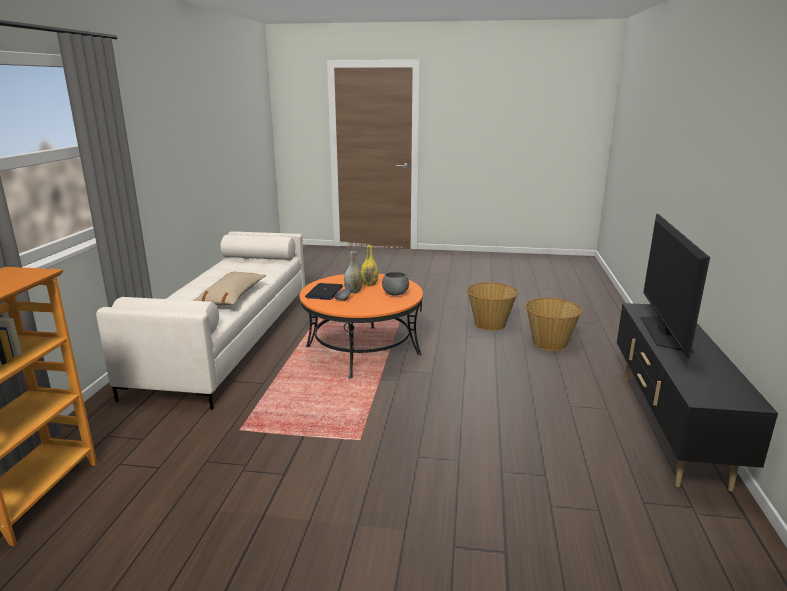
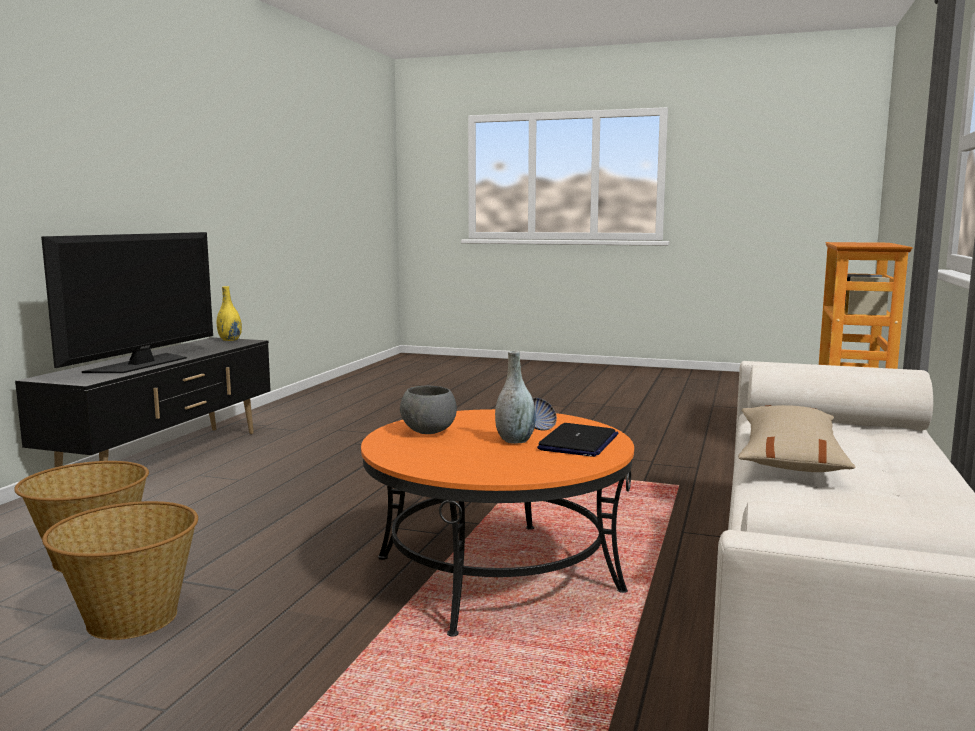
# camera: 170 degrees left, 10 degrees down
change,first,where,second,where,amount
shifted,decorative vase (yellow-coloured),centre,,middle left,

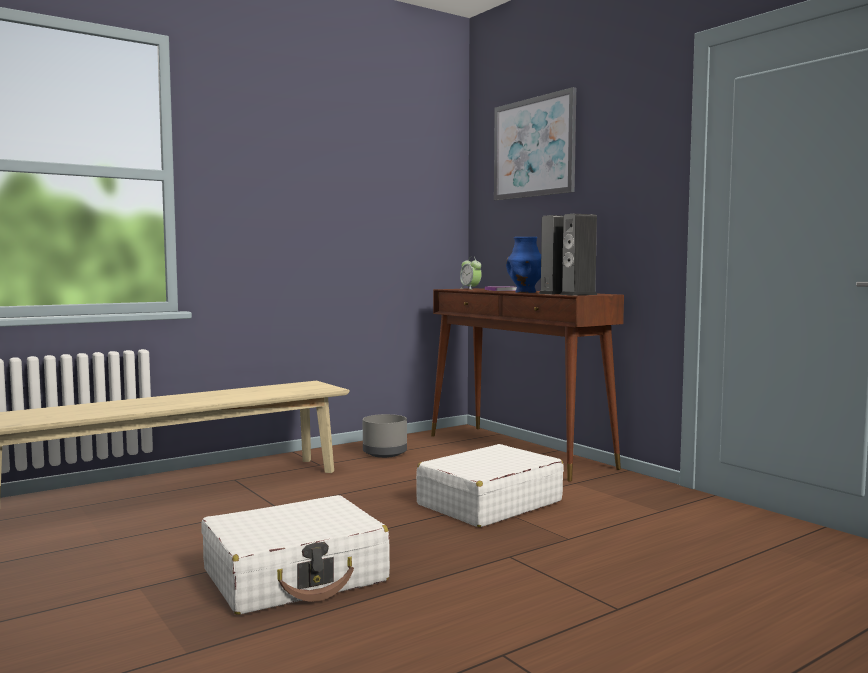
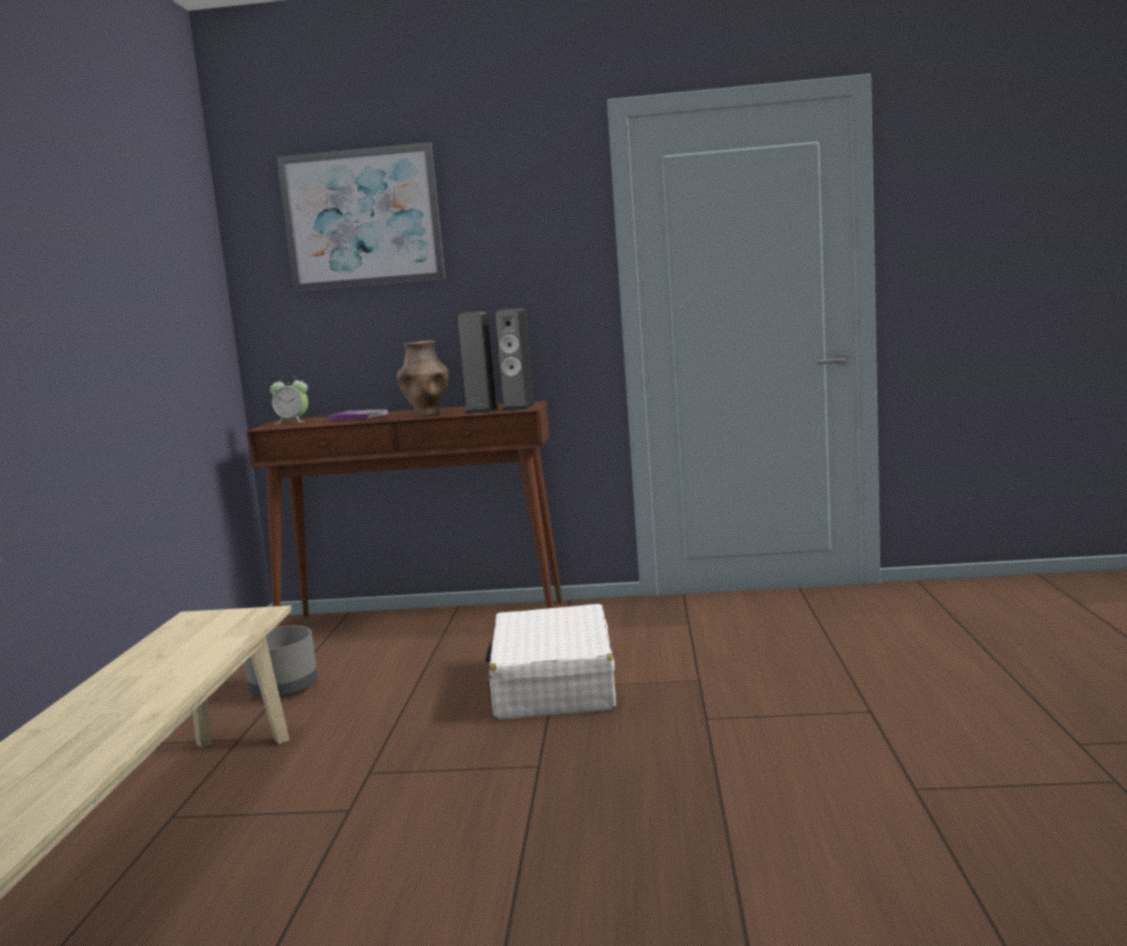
# camera: 50 degrees left, 5 degrees up
change,first,where,second,where,amount
gone,piece of luggage (white) (no. 1 from left),bottom centre,,,
repainted,decorative vase (blue-coloured),centre,decorative vase (brownish),centre,

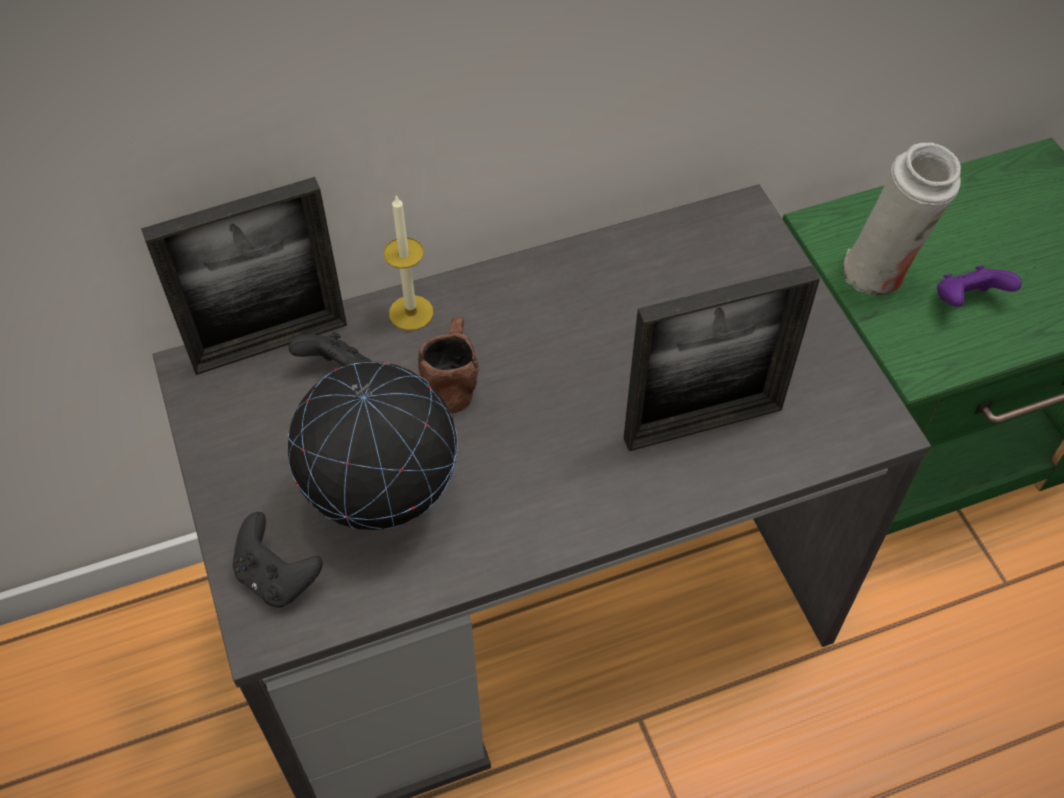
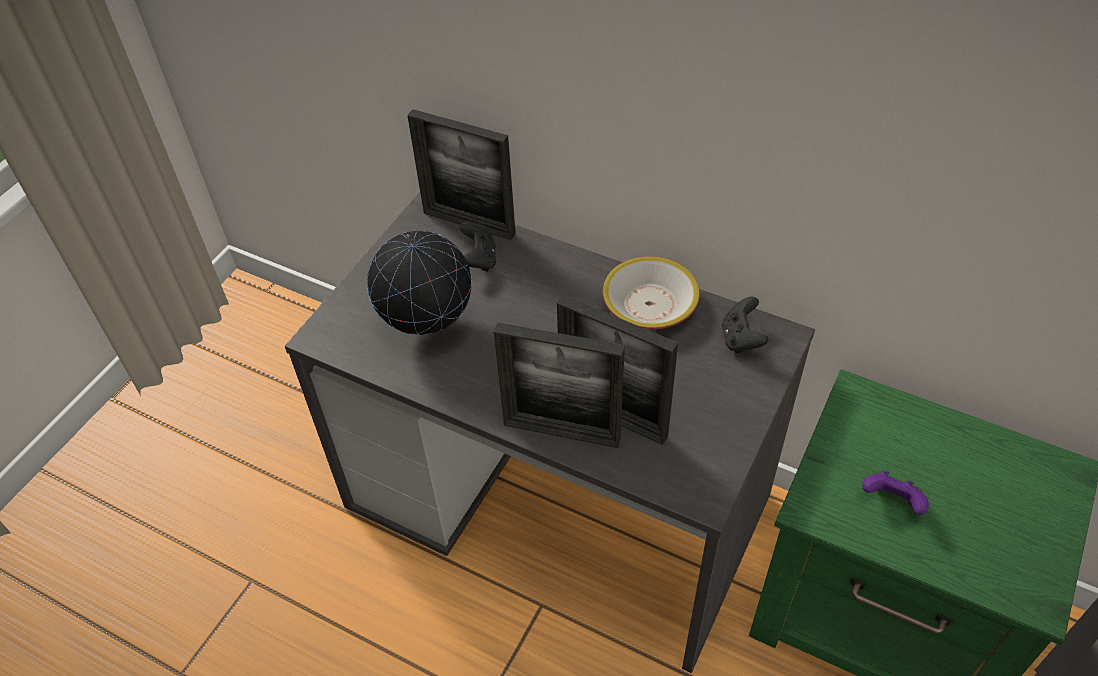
# camera: 50 degrees right, 5 degrees down
change,first,where,second,where,amount
shifted,gamepad (blackish) (no. 1 from left in the first image),bottom left,gamepad (blackish) (no. 2 from left),middle right,
gone,wax candle,top centre,,,
gone,mug (brownish),centre,,,
gone,decorative vase (white),top right,,,
new,,,picture frame (no. 2 from left),centre,
new,,,serving bowl,centre,

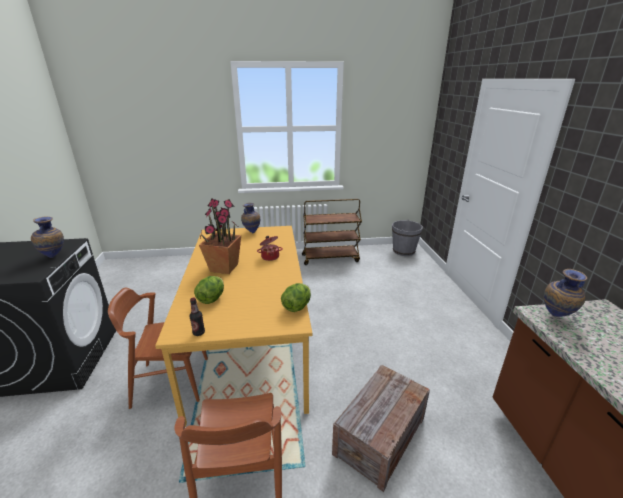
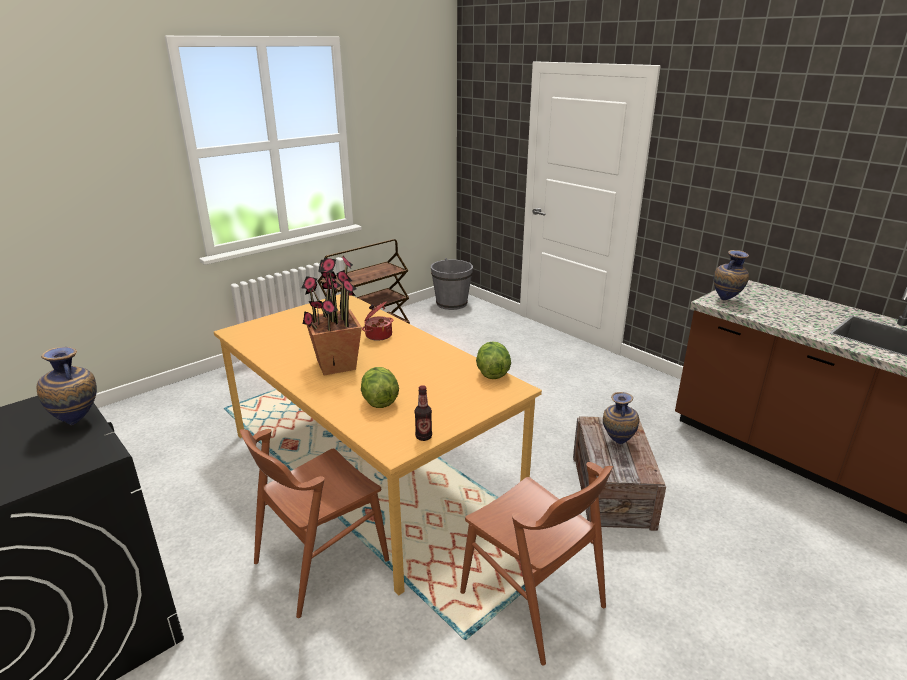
# camera: 35 degrees left, 0 degrees up
change,first,where,second,where,amount
shifted,decorative vase (no. 2 from left),centre,,middle right,

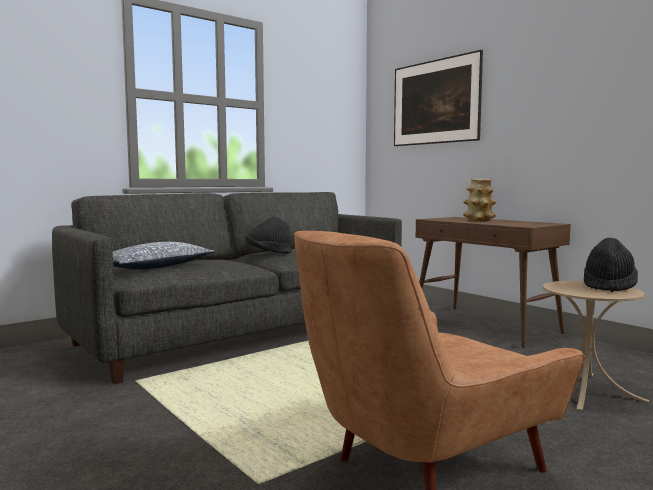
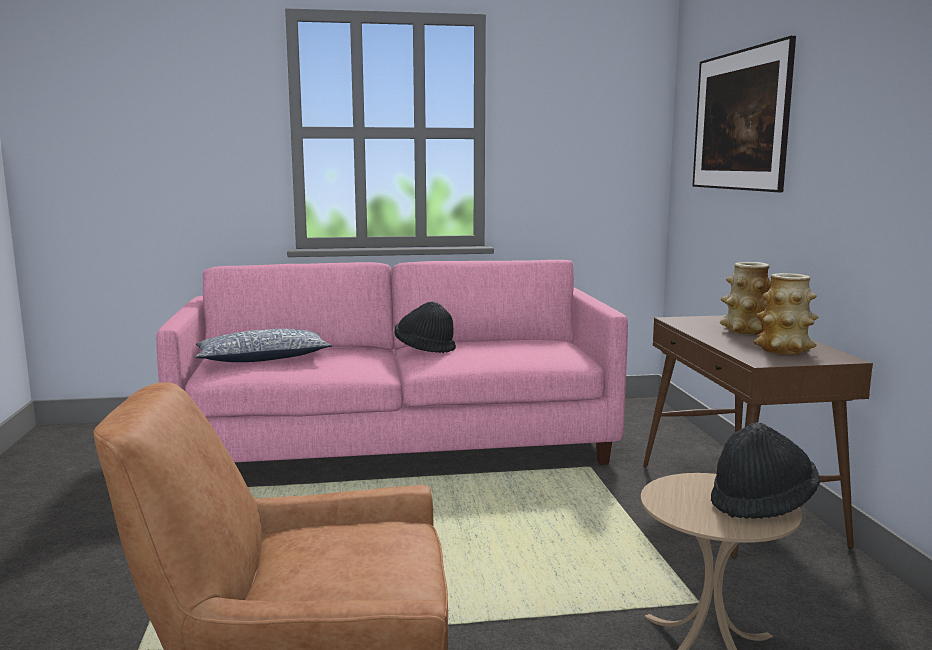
# camera: 30 degrees right, 5 degrees up
change,first,where,second,where,amount
repainted,sofa (grey),centre,sofa (pink-coloured),centre,
new,,,decorative vase (no. 2 from left),middle right,

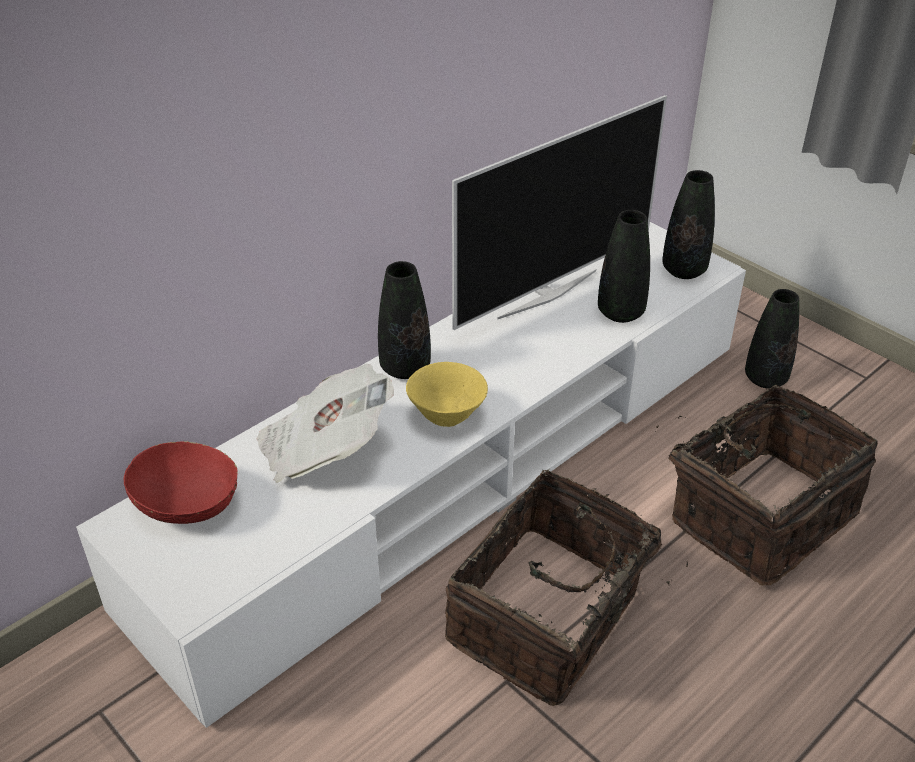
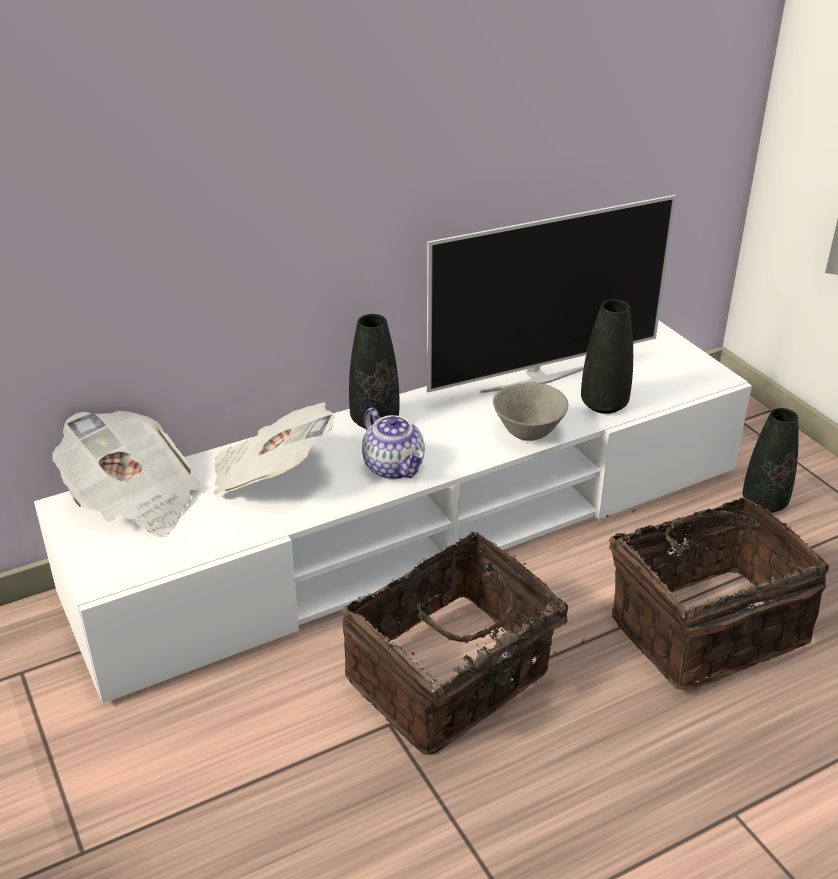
# camera: 15 degrees right, 5 degrees down
change,first,where,second,where,amount
swapped,serving bowl (reddish),middle left,printed paper (no. 1 from left),middle left,
swapped,serving bowl (yellow-coloured),centre,pot for tea,centre,
gone,decorative vase (blackish) (no. 3 from left),top right,,,
new,,,serving bowl (grey),centre,

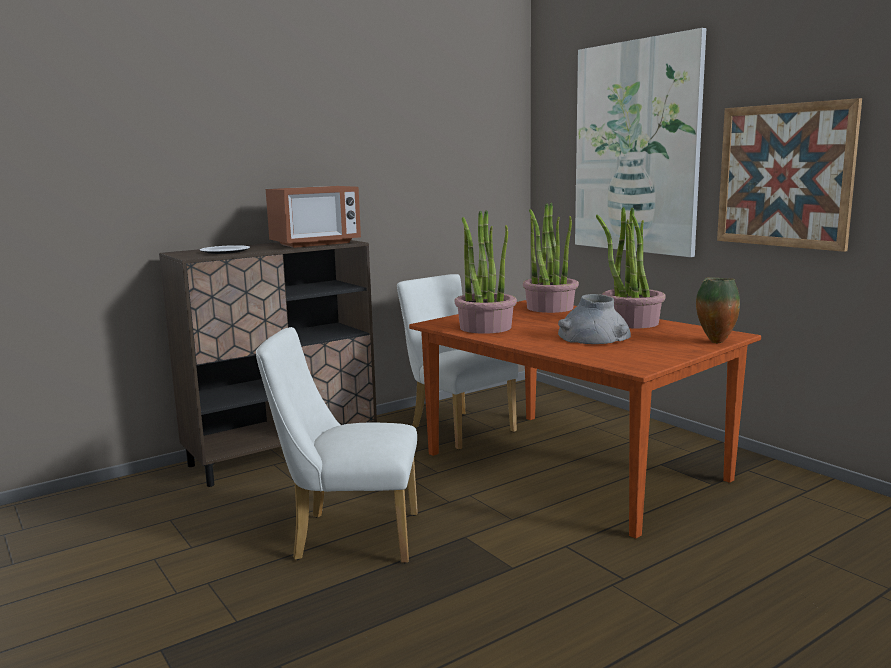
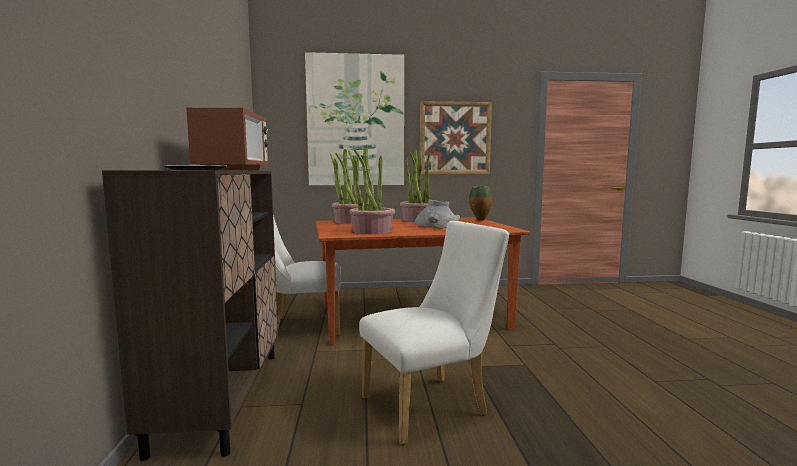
# camera: 60 degrees left, 5 degrees down
change,first,where,second,where,amount
rotated,chair (white) (no. 1 from left in the first image),centre,chair (white) (no. 2 from left),bottom centre,150 degrees counterclockwise

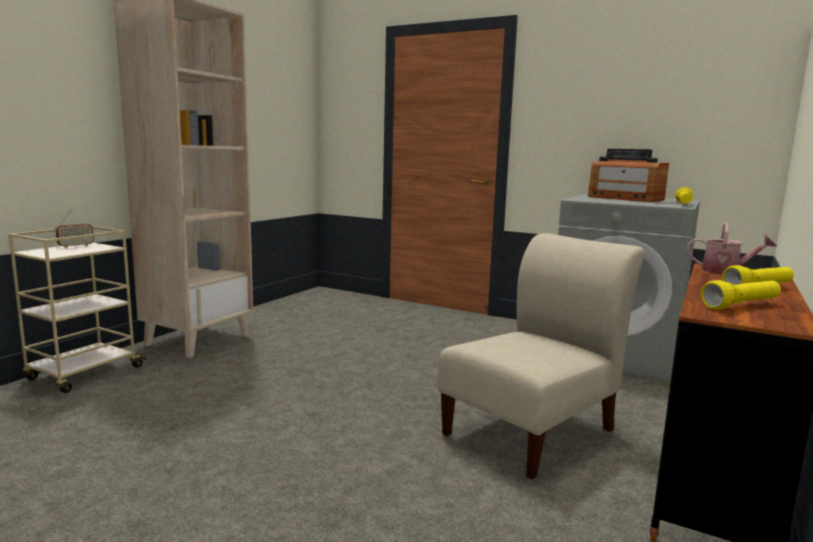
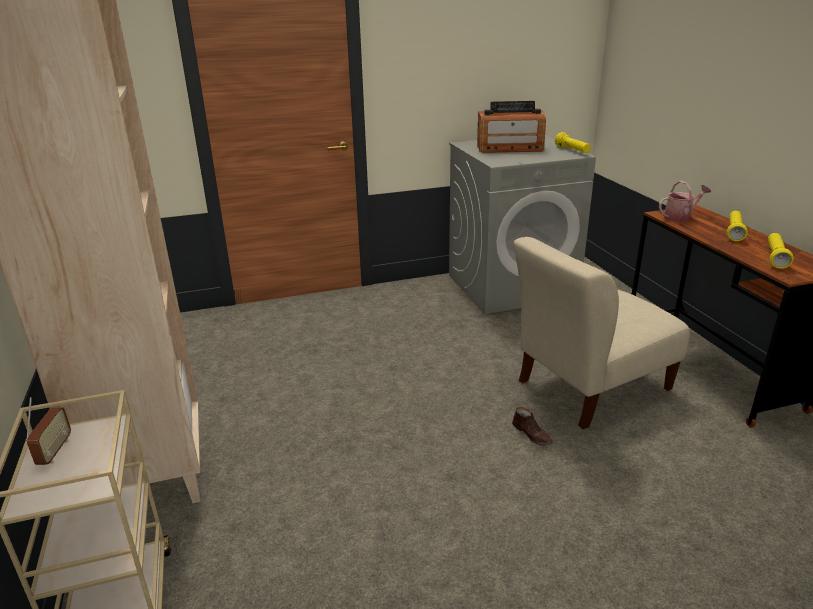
# camera: 45 degrees left, 15 degrees up
change,first,where,second,where,amount
rotated,chair (beige),centre,,middle right,120 degrees counterclockwise
new,,,item of footwear (brownish),bottom centre,

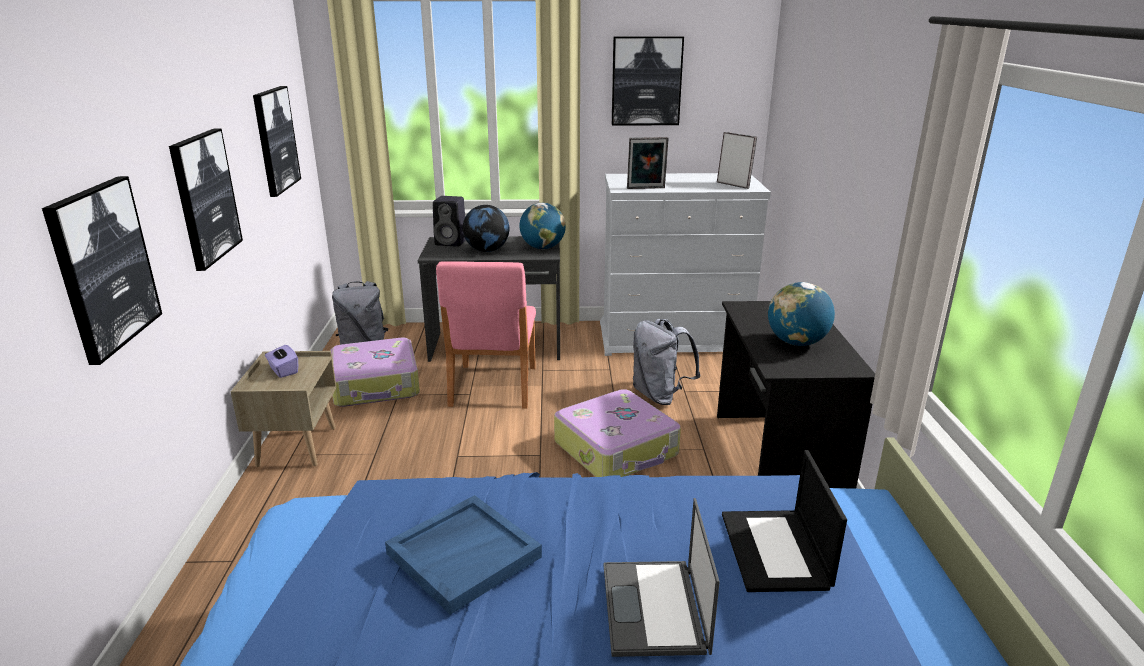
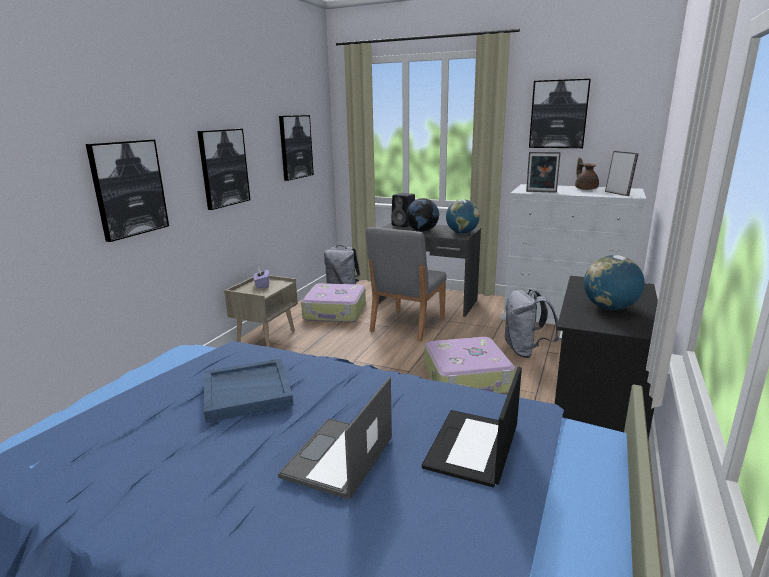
# camera: 25 degrees right, 5 degrees down
change,first,where,second,where,amount
repainted,chair (pink-coloured),centre,chair (grey),centre,
new,,,pot for tea (brownish),top right,

